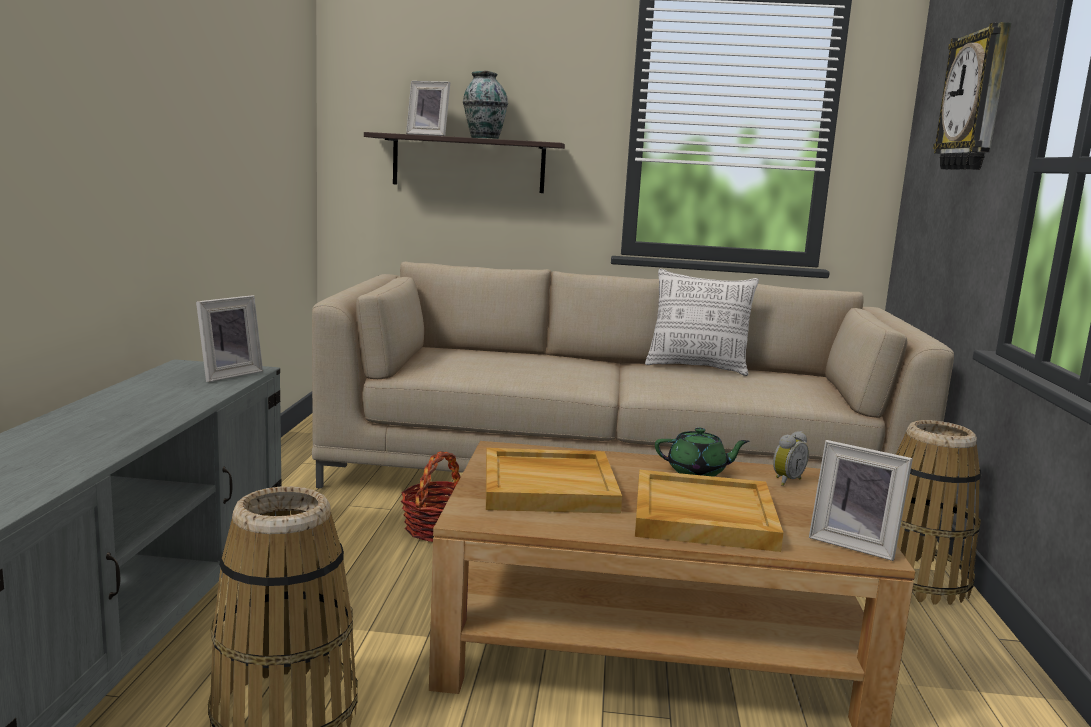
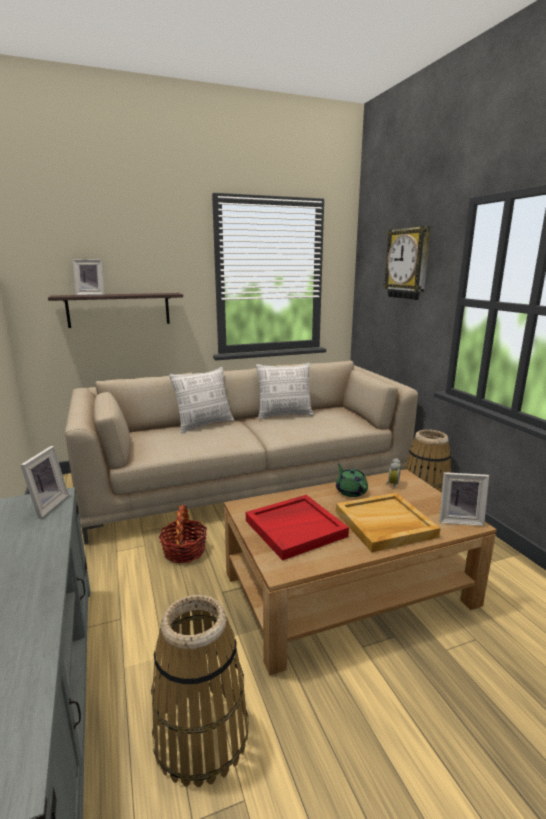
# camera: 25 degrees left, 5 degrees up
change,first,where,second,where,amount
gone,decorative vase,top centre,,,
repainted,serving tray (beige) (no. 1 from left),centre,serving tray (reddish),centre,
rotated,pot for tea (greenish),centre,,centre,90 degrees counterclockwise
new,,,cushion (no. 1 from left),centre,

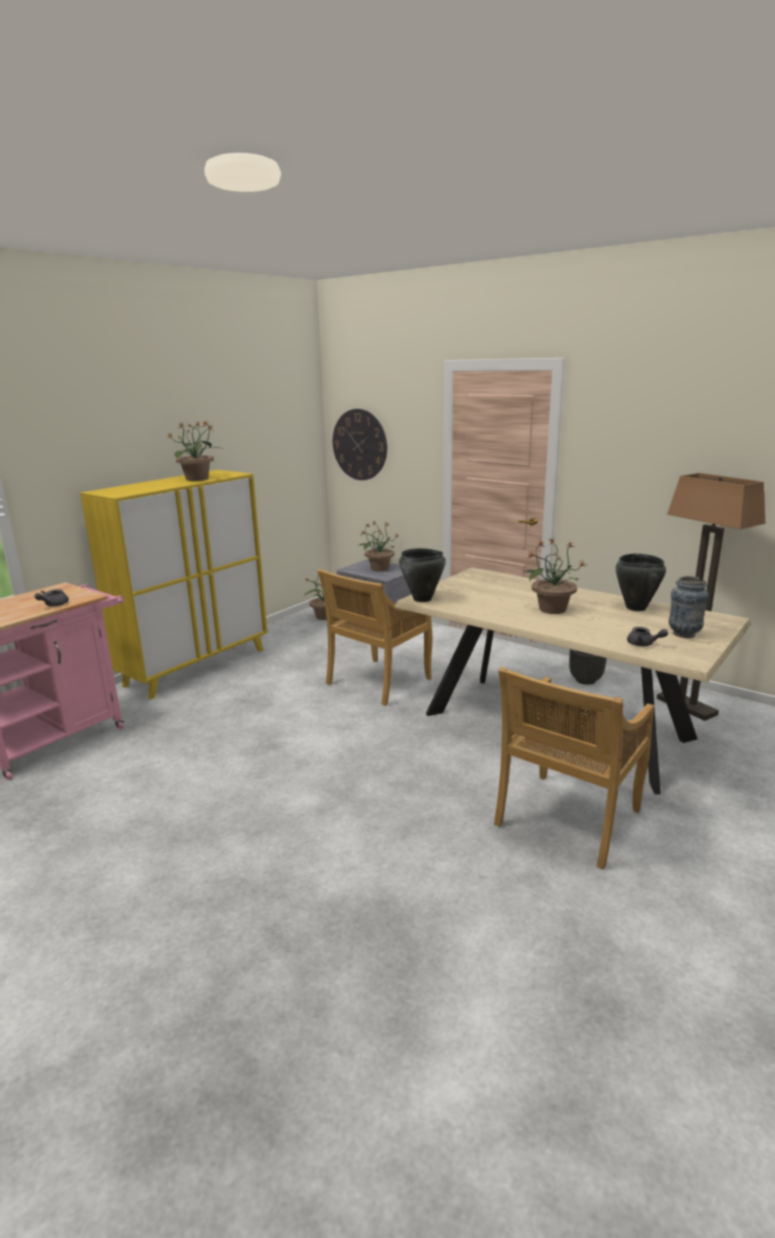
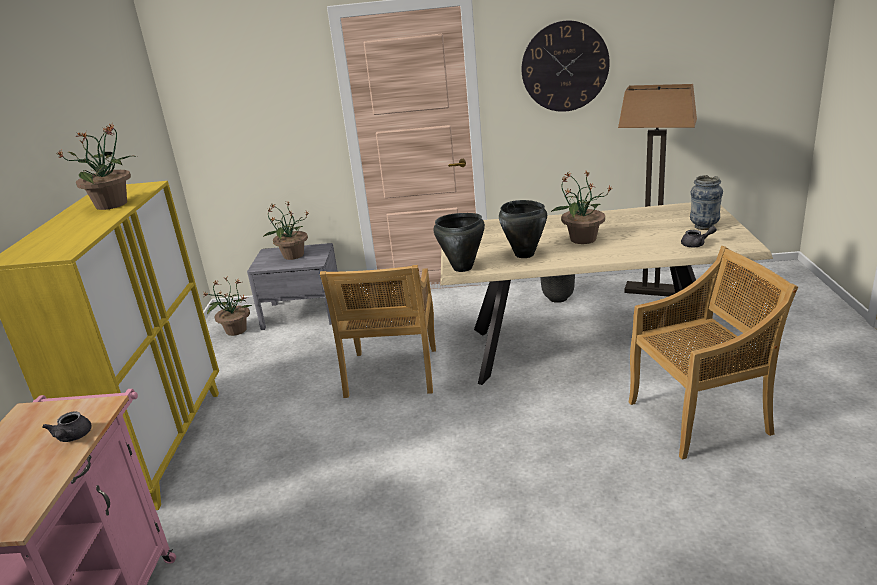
# camera: 35 degrees left, 5 degrees up
change,first,where,second,where,amount
shifted,hanging clock,centre,,top centre,
rotated,chair (beige) (no. 2 from left),middle right,,middle right,105 degrees counterclockwise
shifted,saucepot (blackish) (no. 2 from left),middle right,,centre,

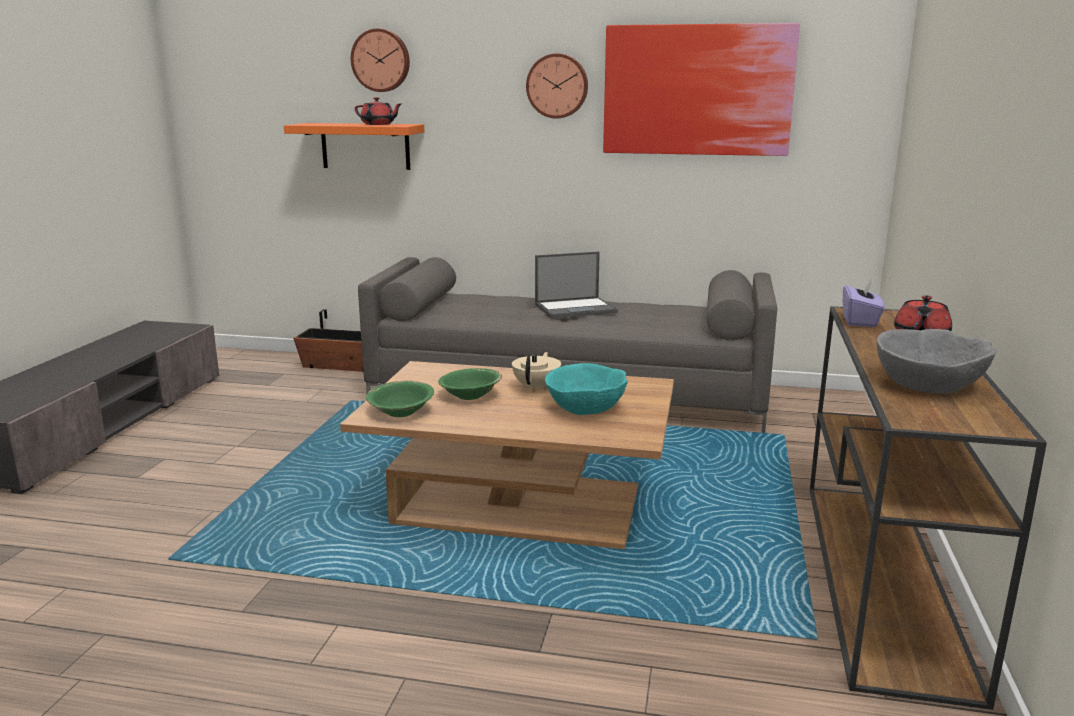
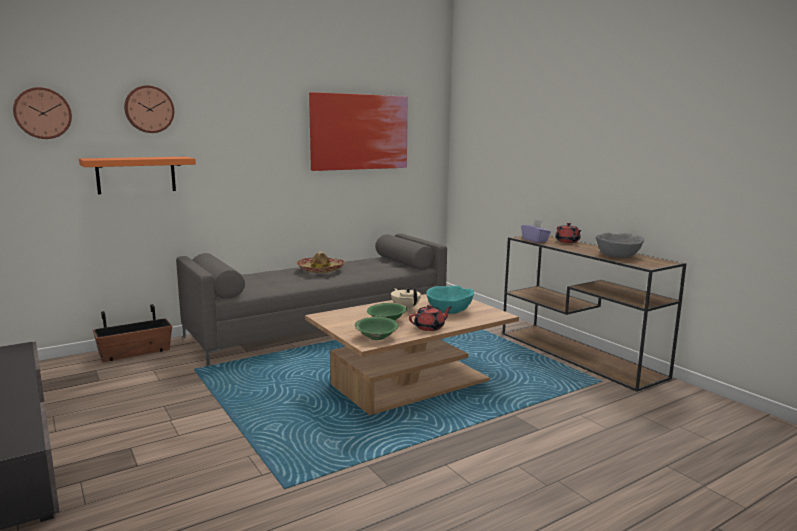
# camera: 45 degrees left, 5 degrees down
change,first,where,second,where,amount
shifted,pot for tea (reddish) (no. 1 from left),top centre,,centre,
shifted,hanging clock (no. 2 from left in the first image),top centre,hanging clock (no. 1 from left),top left,
swapped,laptop,centre,clothing hat,centre,

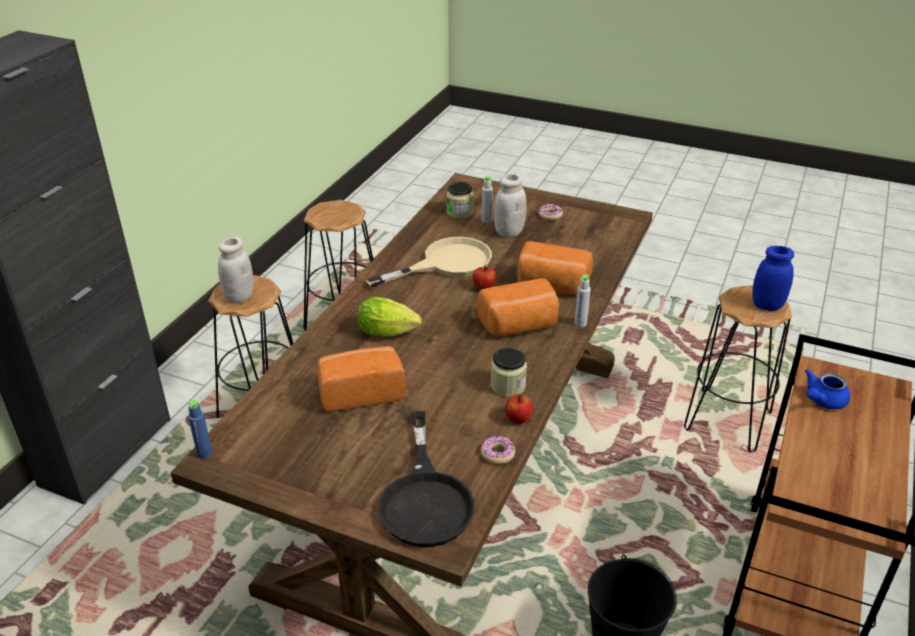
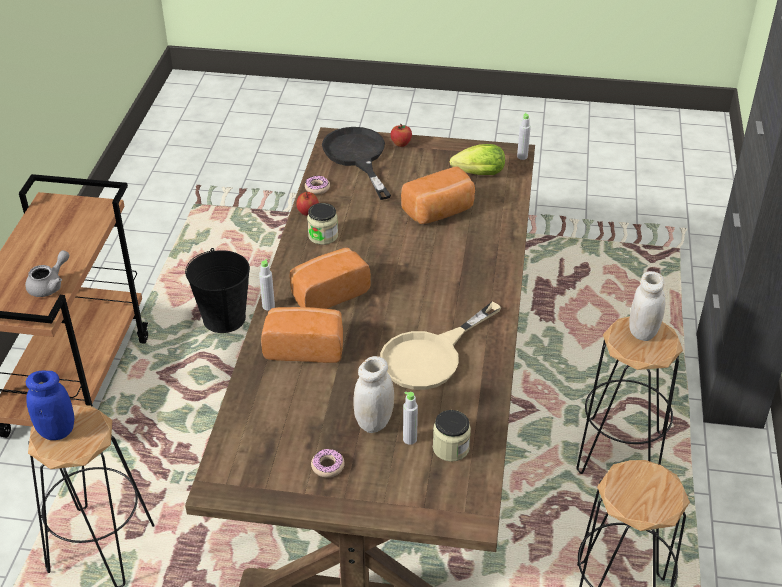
# camera: 165 degrees right, 5 degrees up
change,first,where,second,where,amount
repainted,bottle (blue-coloured),bottom left,bottle (grey) (no. 3 from left),top right,
shifted,lettuce,centre,,top centre,
shifted,apple fruit (no. 1 from left in the first image),centre,apple fruit (no. 2 from left),top centre,
repainted,pot for tea (blue-coloured),middle right,pot for tea (grey),middle left,

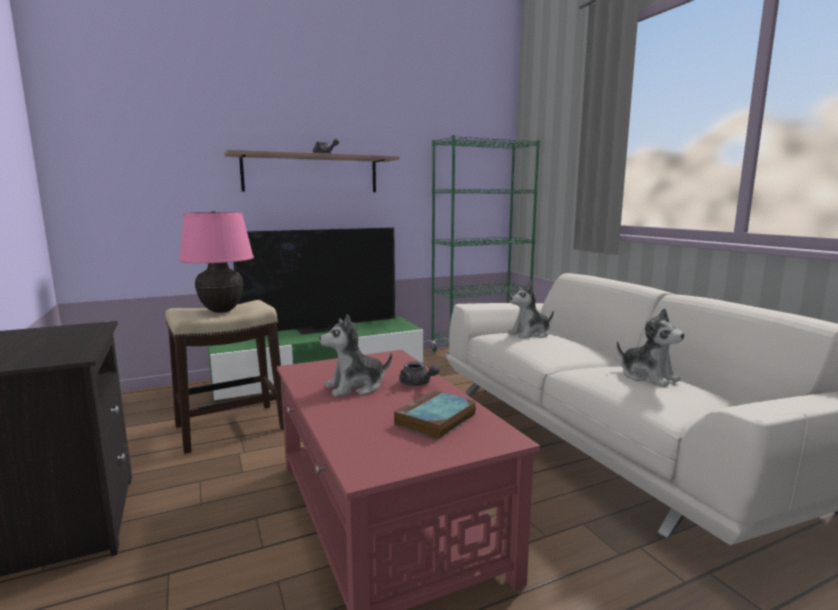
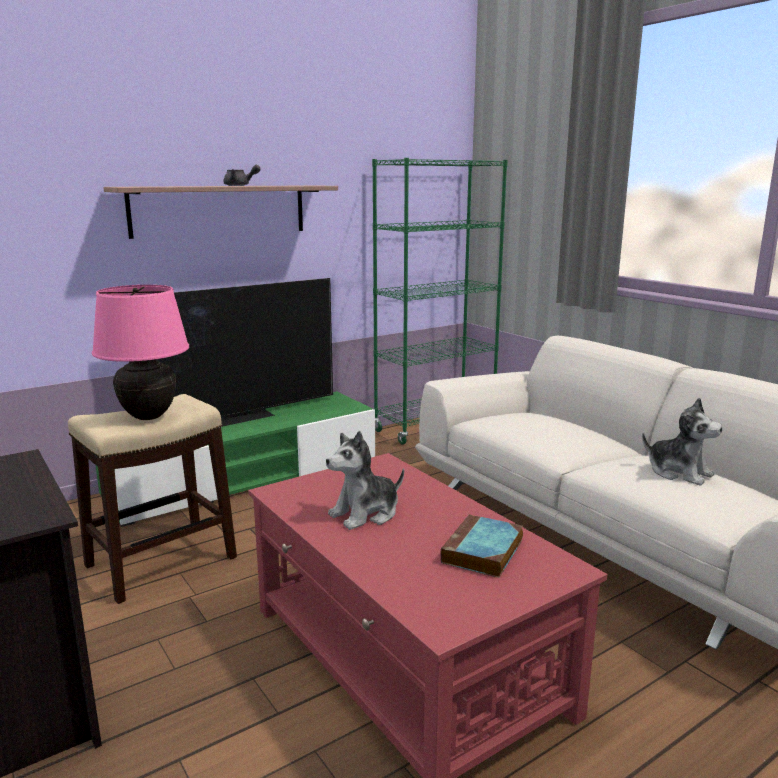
# camera: 10 degrees left, 5 degrees up
change,first,where,second,where,amount
gone,pot for tea (grey) (no. 2 from left),centre,,,
gone,cuddly toy (no. 2 from left),centre,,,

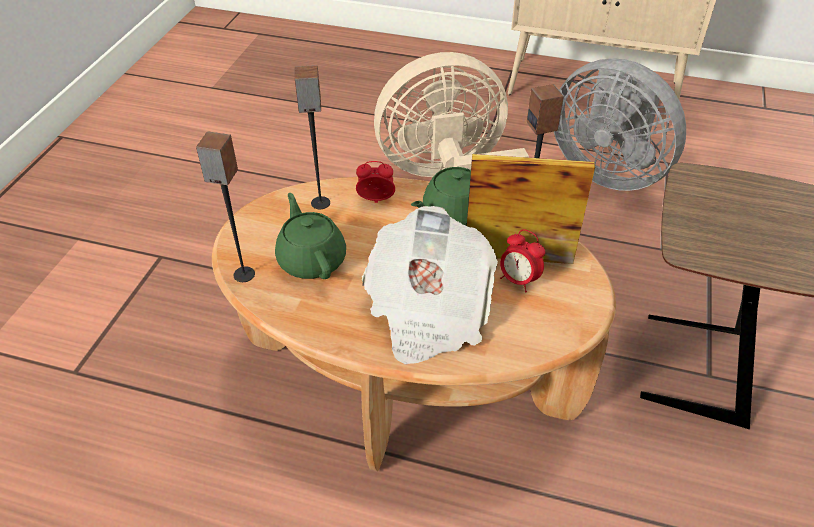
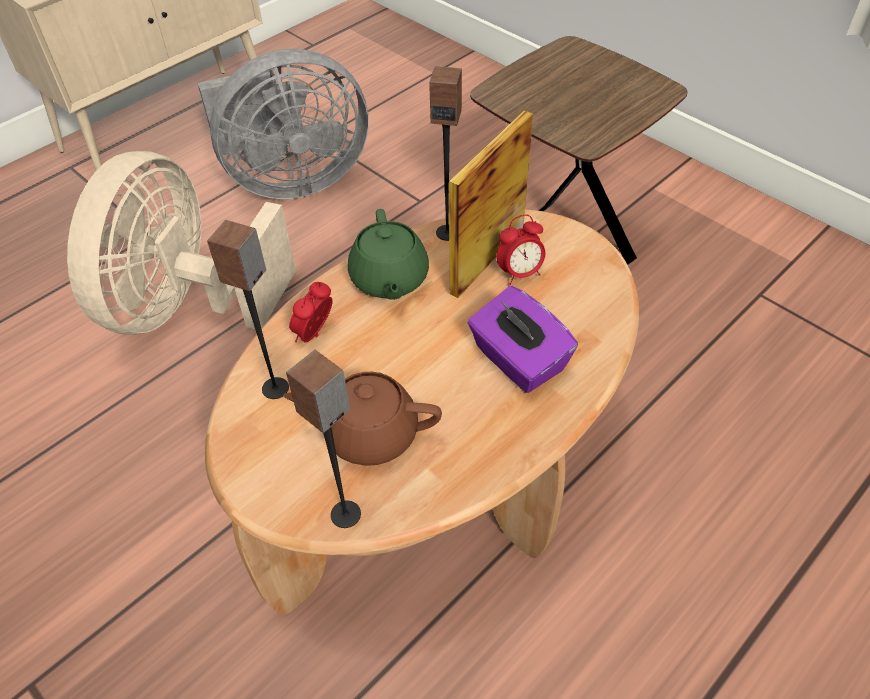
# camera: 60 degrees left, 5 degrees up
change,first,where,second,where,amount
repainted,pot for tea (greenish) (no. 1 from left),centre,pot for tea (brownish),centre,
swapped,printed paper,centre,tissue box (purplish),centre,

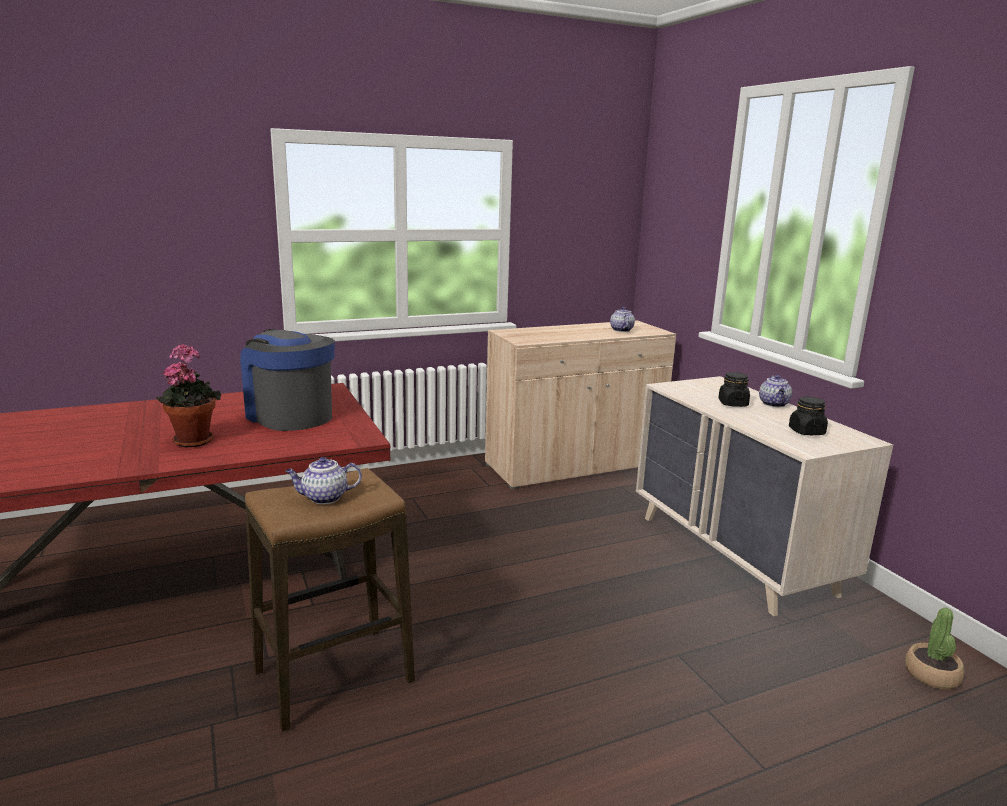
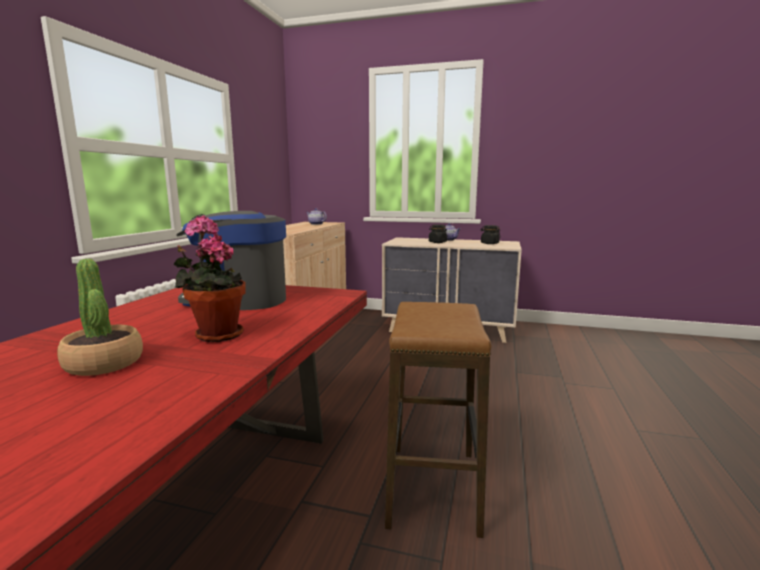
# camera: 50 degrees left, 5 degrees down
change,first,where,second,where,amount
gone,pot for tea (no. 1 from left),middle left,,,
shifted,potted plant (no. 2 from left in the first image),bottom right,potted plant (no. 1 from left),middle left,

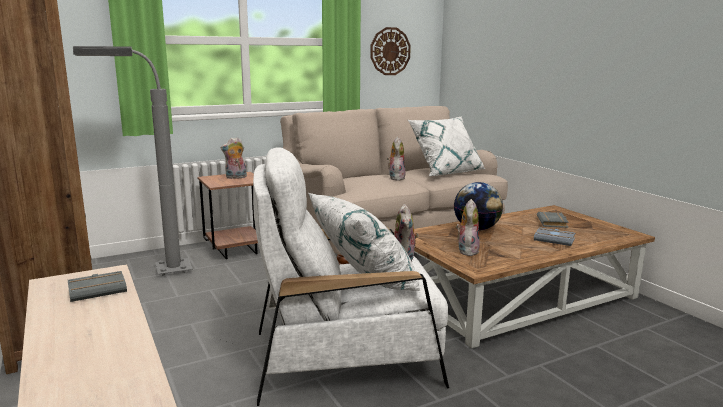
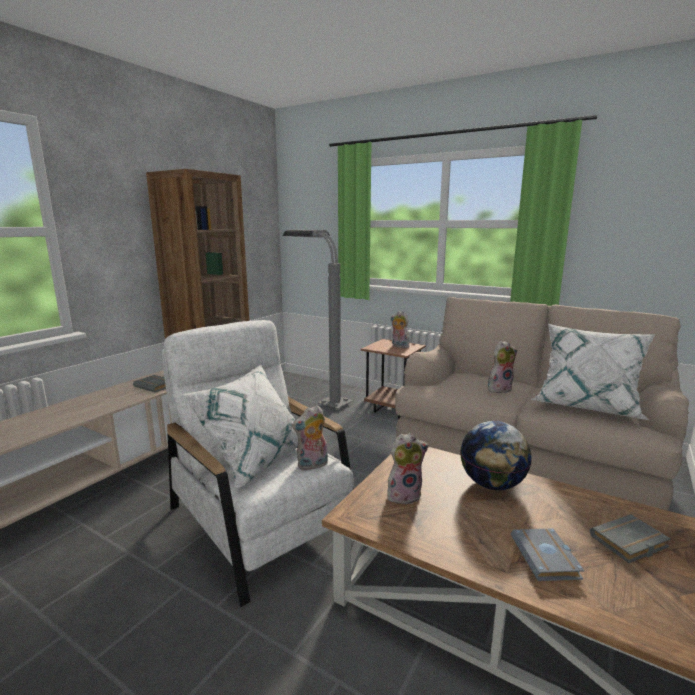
# camera: 60 degrees right, 0 degrees up
change,first,where,second,where,amount
gone,hanging clock,top centre,,,

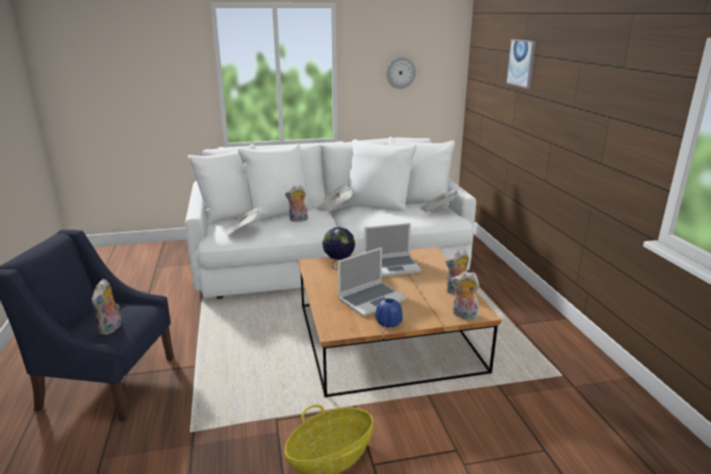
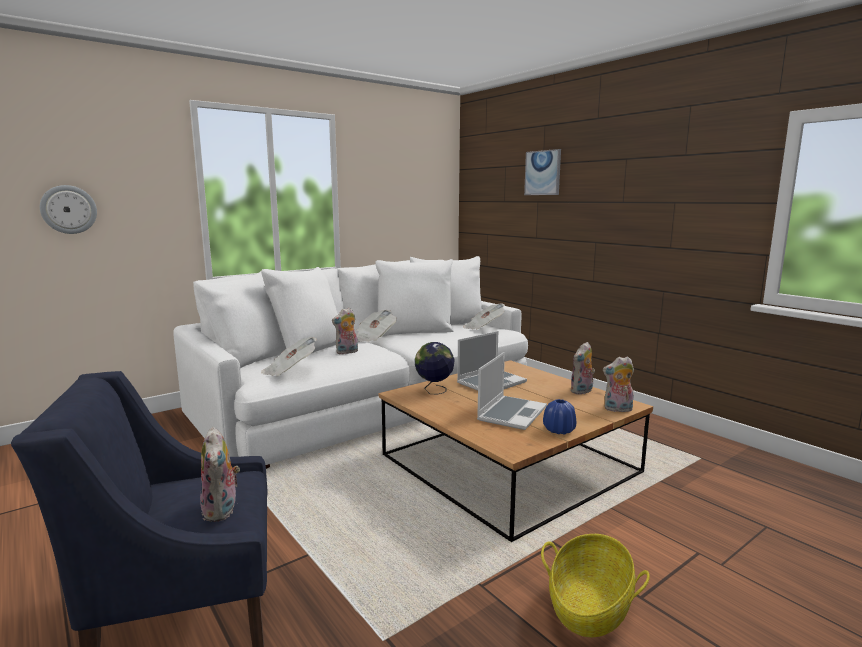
# camera: 25 degrees left, 10 degrees down
change,first,where,second,where,amount
shifted,hanging clock,top centre,,top left,

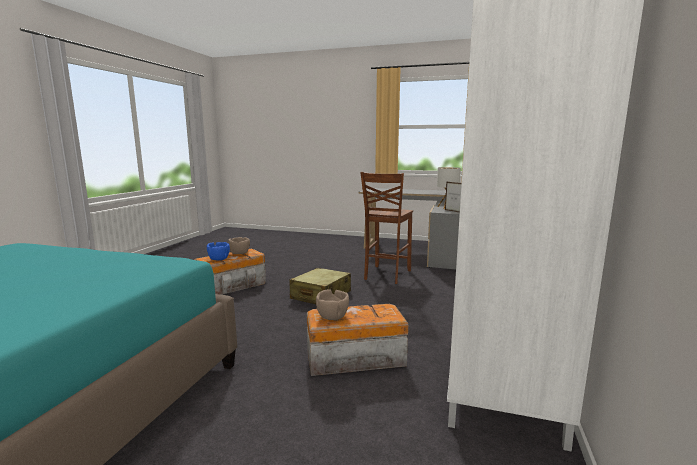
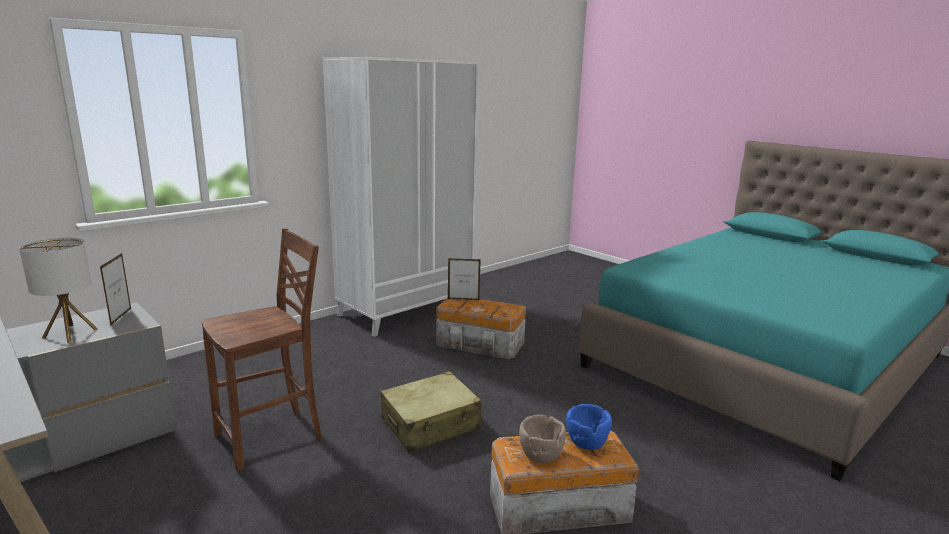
# camera: 150 degrees left, 5 degrees up
change,first,where,second,where,amount
gone,serving bowl (brownish) (no. 2 from left),centre,,,
new,,,picture frame (no. 2 from left),centre,

